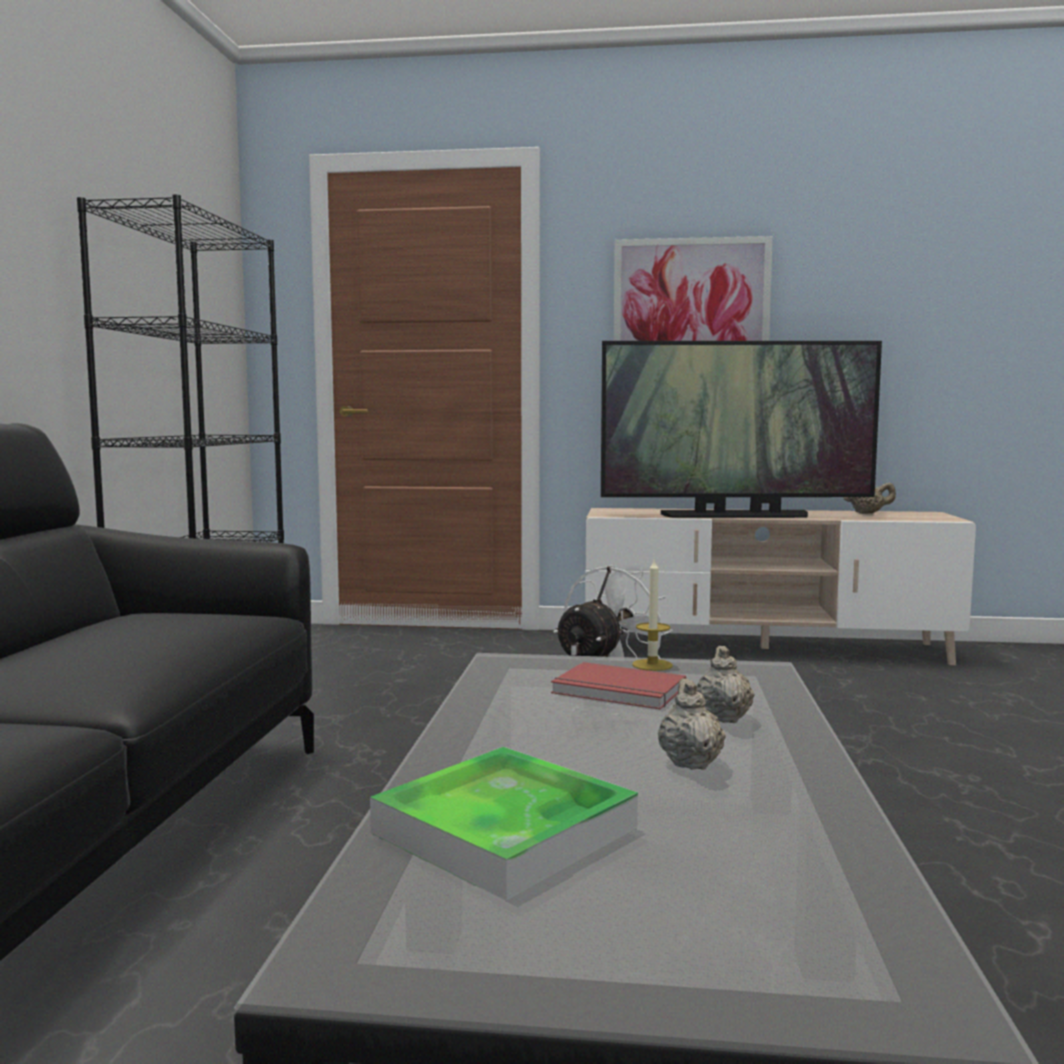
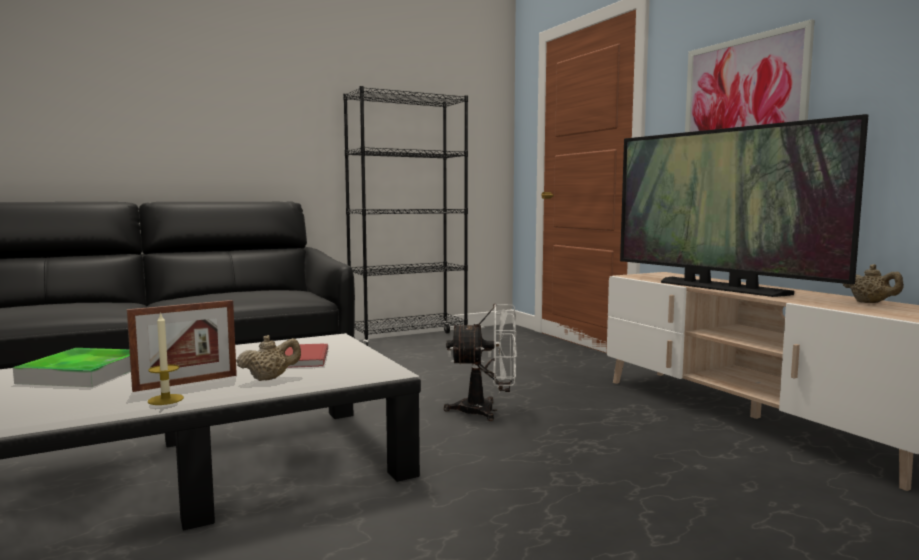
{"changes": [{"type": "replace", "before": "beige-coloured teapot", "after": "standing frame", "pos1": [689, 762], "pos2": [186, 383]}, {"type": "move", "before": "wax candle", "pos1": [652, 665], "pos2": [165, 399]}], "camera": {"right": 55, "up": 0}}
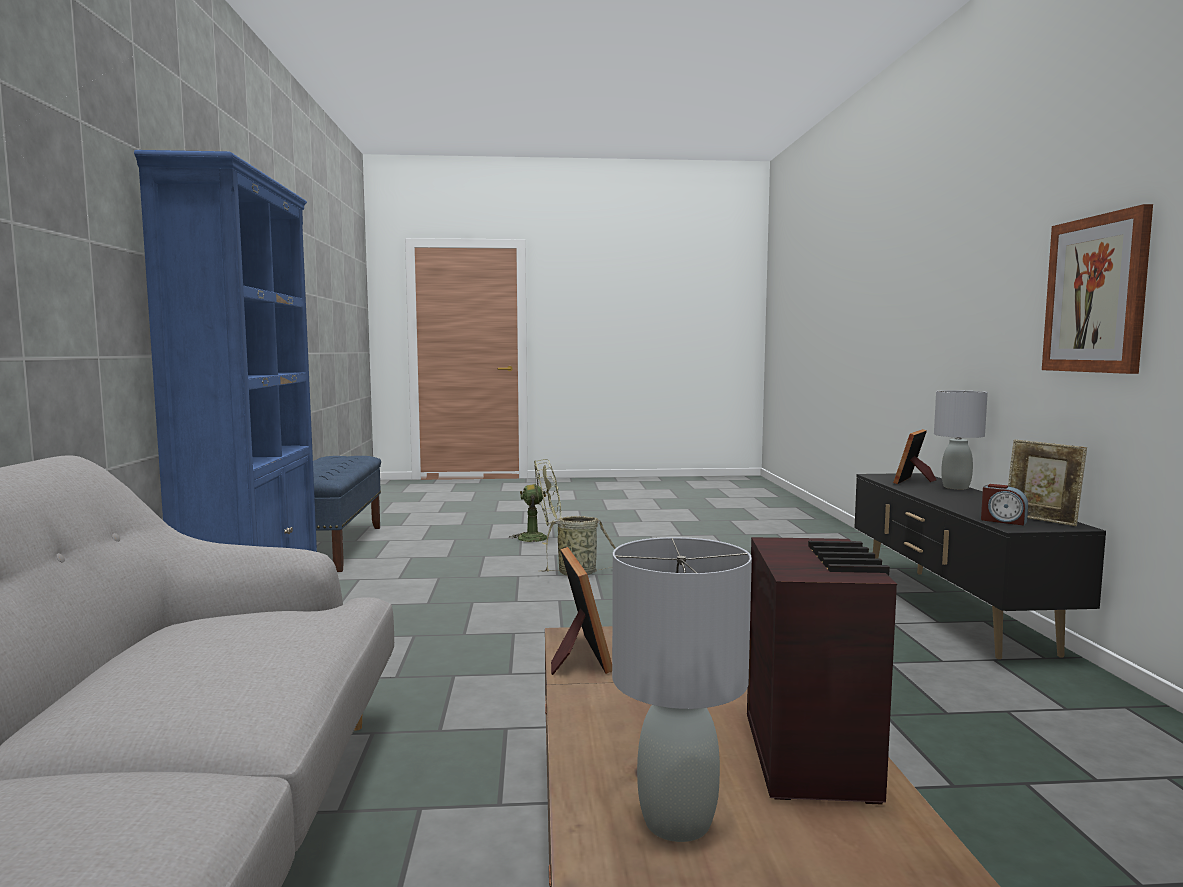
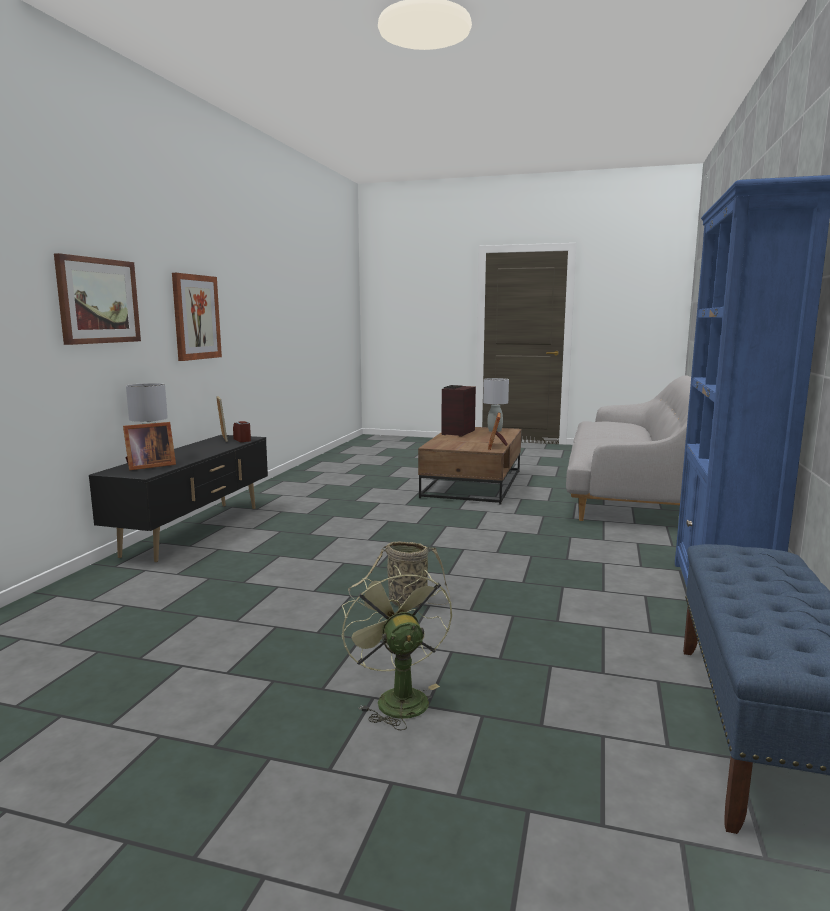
{"changes": [{"type": "insert", "after": "wall picture", "pos2": [98, 301]}, {"type": "rotate", "before": "green-coloured cooling fan", "pos1": [540, 538], "pos2": [397, 698], "turn": 60}], "camera": {"right": -160, "up": 5}}
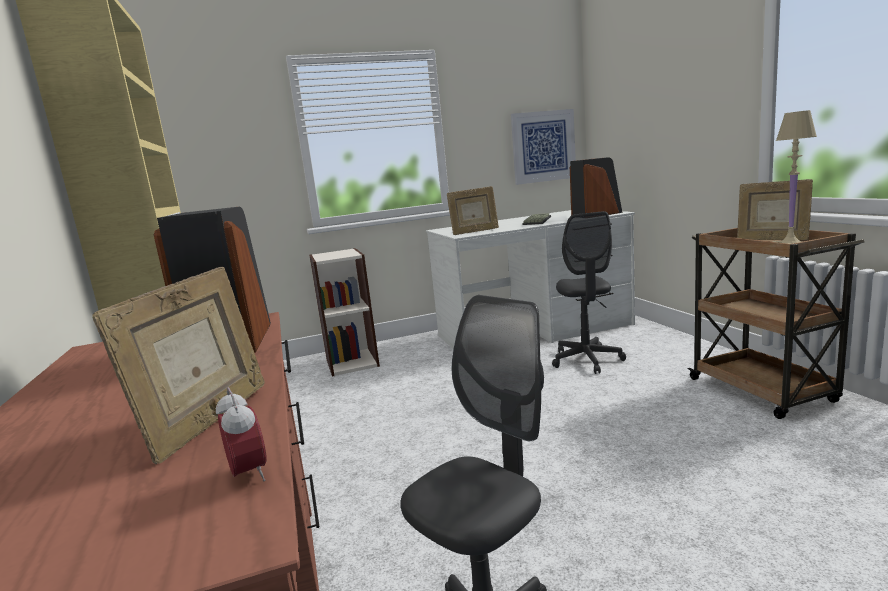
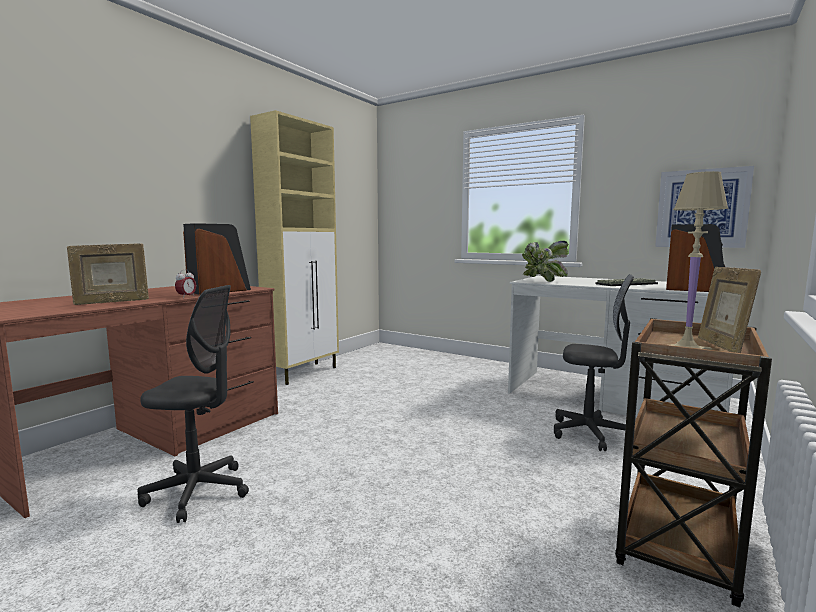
{"changes": [{"type": "move", "before": "bedside clock", "pos1": [249, 474], "pos2": [186, 297]}, {"type": "replace", "before": "standing frame", "after": "potted plant", "pos1": [474, 232], "pos2": [542, 281]}, {"type": "rotate", "before": "gray office chair", "pos1": [586, 360], "pos2": [589, 433], "turn": -120}, {"type": "delete", "before": "bookcase", "pos1": [352, 362]}], "camera": {"right": 50, "up": -5}}
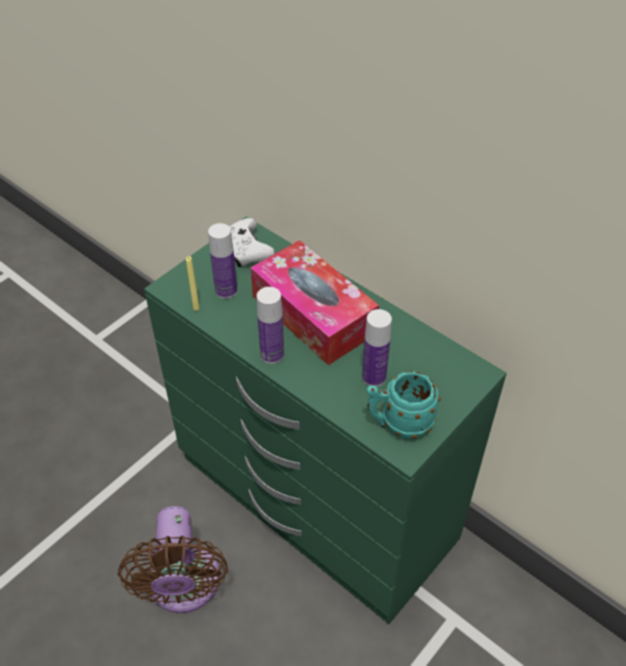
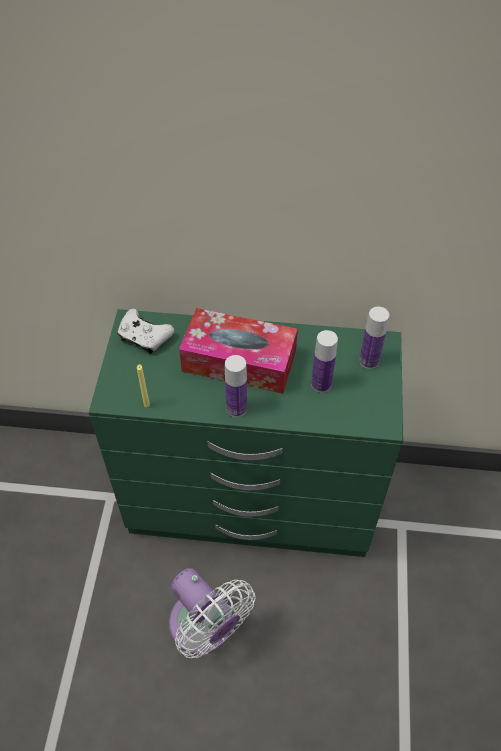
{"changes": [{"type": "recolor", "before": "brownish cooling fan", "after": "whitish cooling fan", "pos1": [184, 587], "pos2": [205, 628]}, {"type": "move", "before": "drink bottle", "pos1": [226, 290], "pos2": [369, 361]}, {"type": "delete", "before": "turquoise coffee mug", "pos1": [398, 424]}], "camera": {"right": -35, "up": 5}}
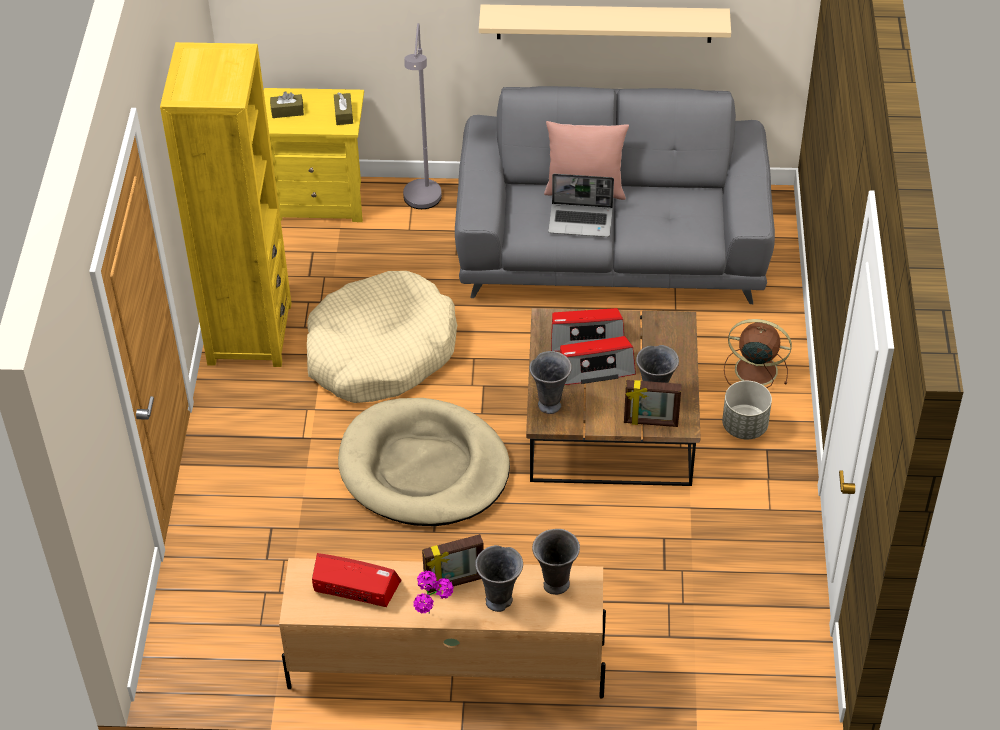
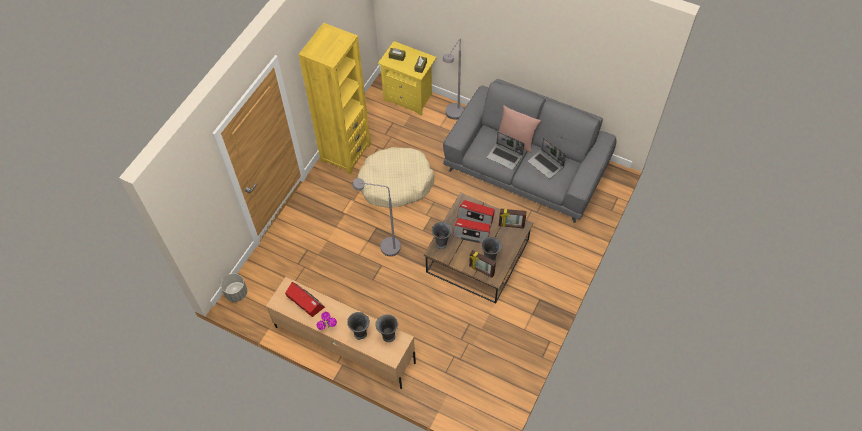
{"changes": [{"type": "move", "before": "gray planter", "pos1": [745, 426], "pos2": [236, 293]}, {"type": "replace", "before": "beige-coloured dog cushion", "after": "gray floor lamp", "pos1": [424, 468], "pos2": [384, 247]}, {"type": "move", "before": "standing frame", "pos1": [454, 583], "pos2": [511, 226]}, {"type": "insert", "after": "notebook computer", "pos2": [546, 164]}, {"type": "delete", "before": "beige-coloured wall shelf", "pos1": [604, 23]}, {"type": "delete", "before": "brownish cooling fan", "pos1": [754, 370]}], "camera": {"right": 25, "up": 10}}
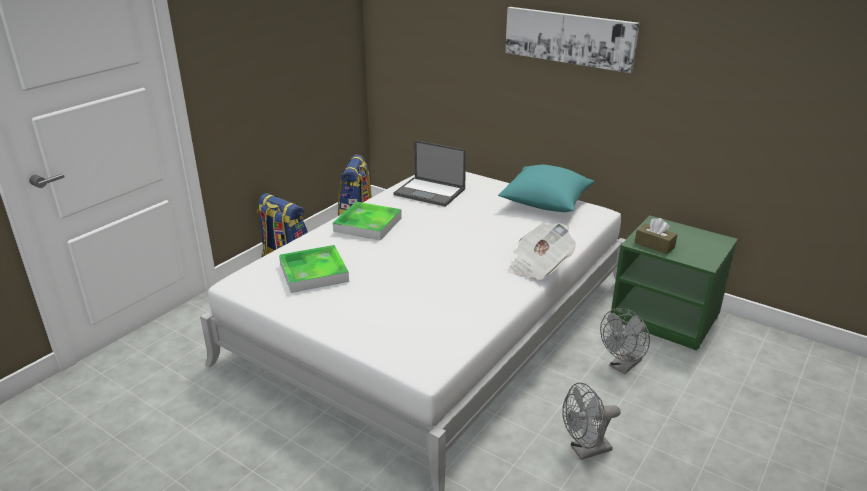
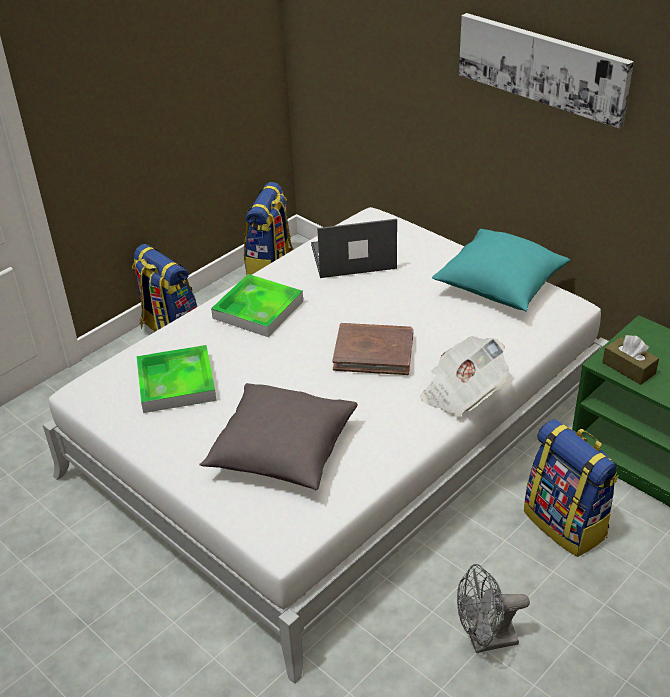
{"changes": [{"type": "insert", "after": "gray cushion", "pos2": [281, 452]}, {"type": "rotate", "before": "notebook computer", "pos1": [430, 192], "pos2": [352, 257], "turn": 135}, {"type": "insert", "after": "brownish book", "pos2": [373, 352]}, {"type": "replace", "before": "gray cooling fan", "after": "rucksack", "pos1": [622, 366], "pos2": [566, 523]}], "camera": {"right": 10, "up": 10}}
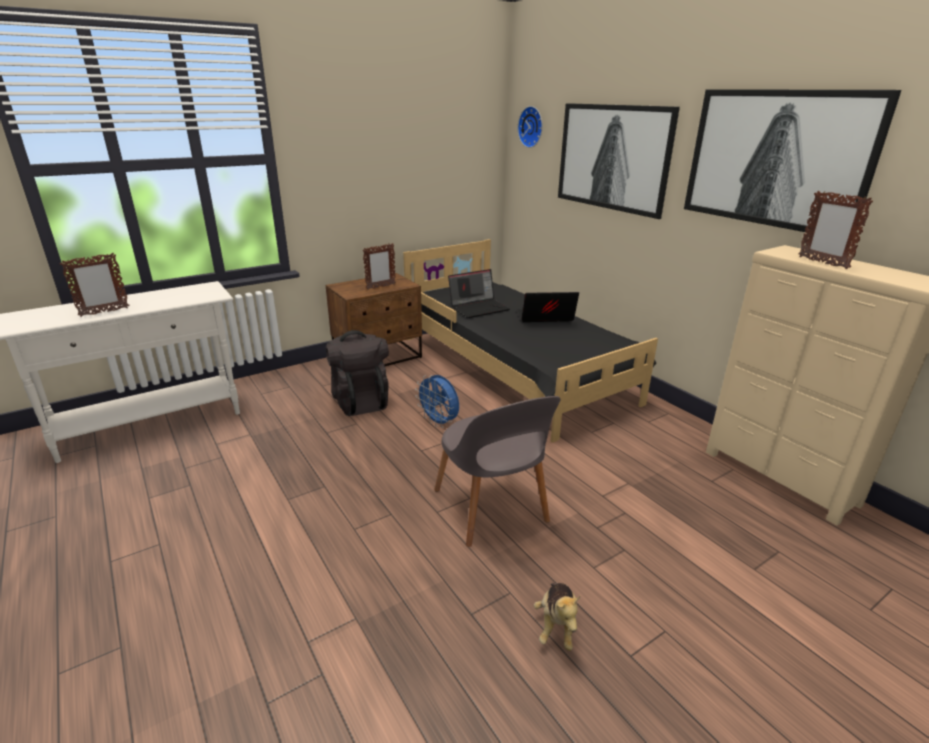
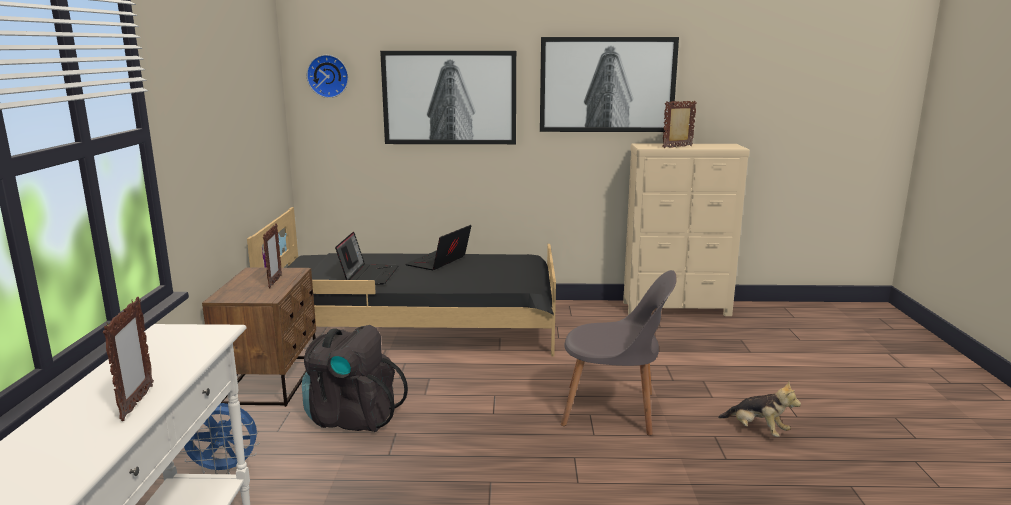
{"changes": [{"type": "move", "before": "bluish cooling fan", "pos1": [439, 422], "pos2": [225, 469]}, {"type": "rotate", "before": "standing frame", "pos1": [822, 263], "pos2": [678, 147], "turn": 150}], "camera": {"right": -55, "up": -10}}
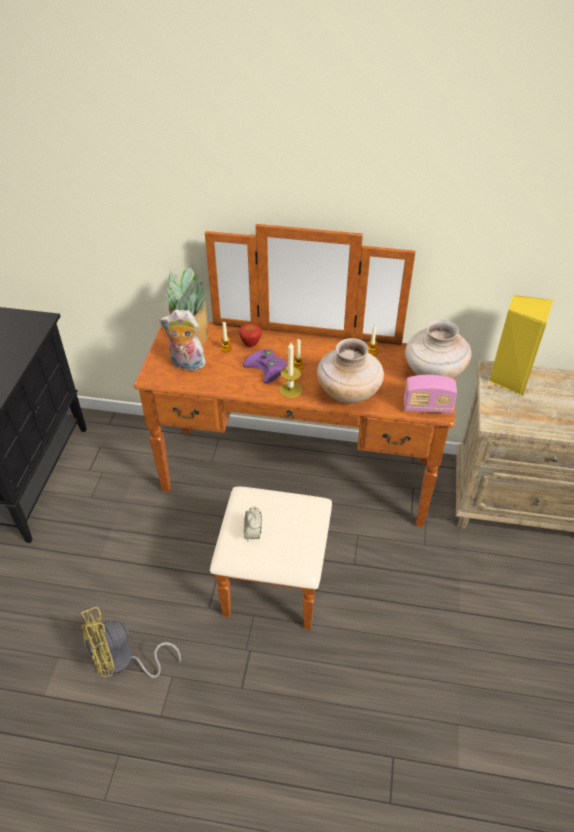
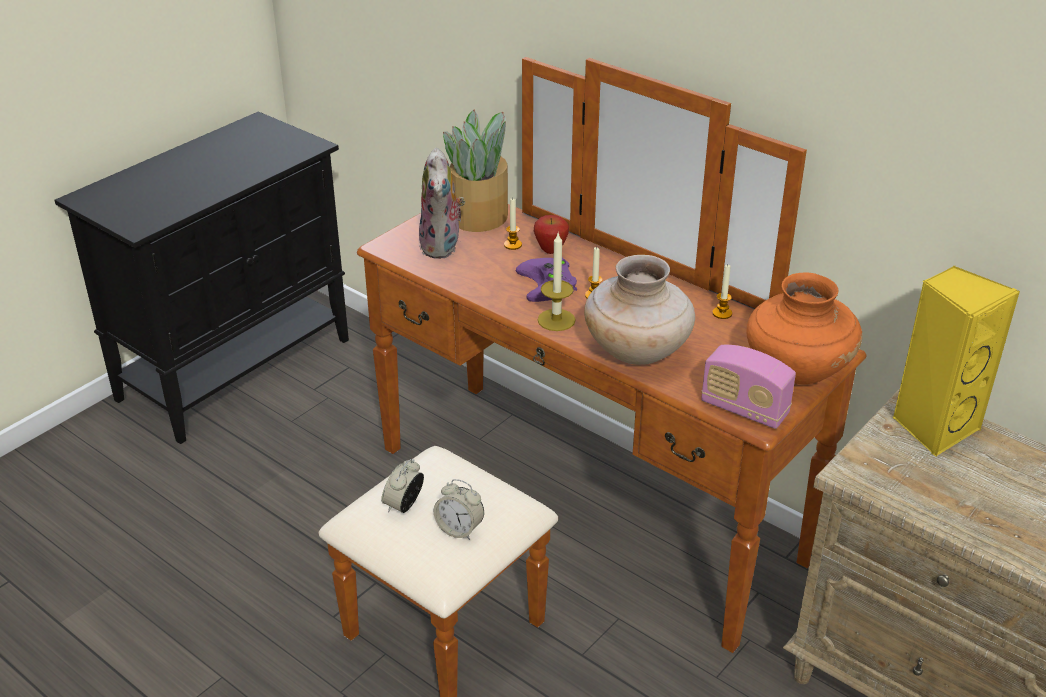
{"changes": [{"type": "rotate", "before": "soft toy", "pos1": [186, 364], "pos2": [443, 247], "turn": -135}, {"type": "insert", "after": "bedside clock", "pos2": [459, 529]}, {"type": "recolor", "before": "beige-coloured decorative vase", "after": "orange decorative vase", "pos1": [433, 373], "pos2": [796, 370]}, {"type": "delete", "before": "yellow cooling fan", "pos1": [122, 661]}], "camera": {"right": 30, "up": -10}}
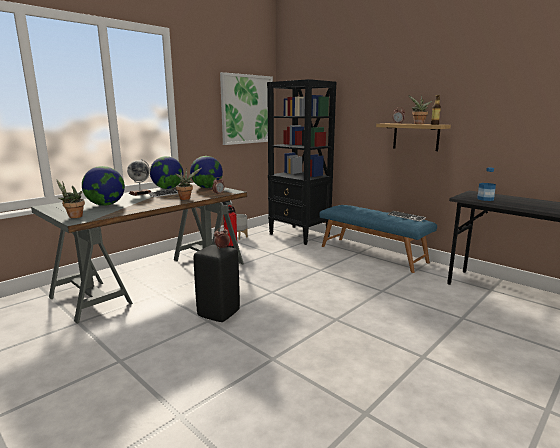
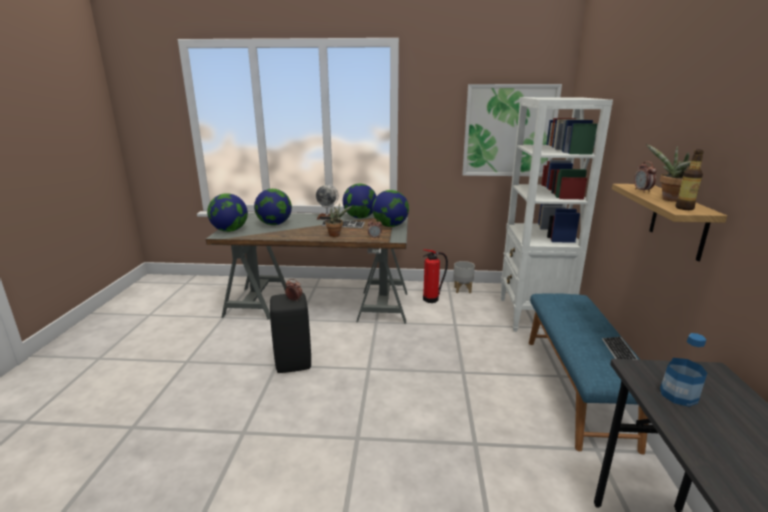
{"changes": [{"type": "replace", "before": "potted plant", "after": "desk globe", "pos1": [73, 216], "pos2": [230, 230]}, {"type": "recolor", "before": "blackish bookcase", "after": "whitish bookcase", "pos1": [299, 235], "pos2": [532, 315]}], "camera": {"right": 50, "up": 5}}
